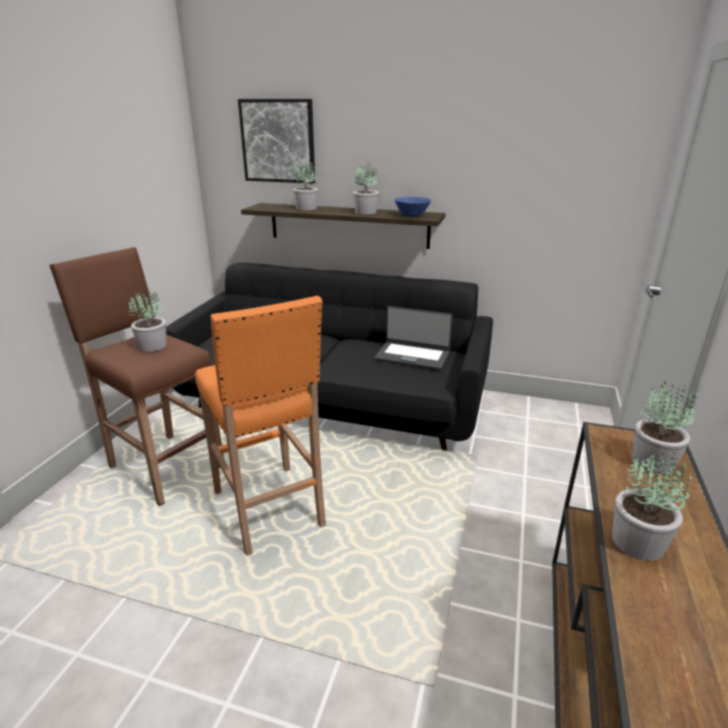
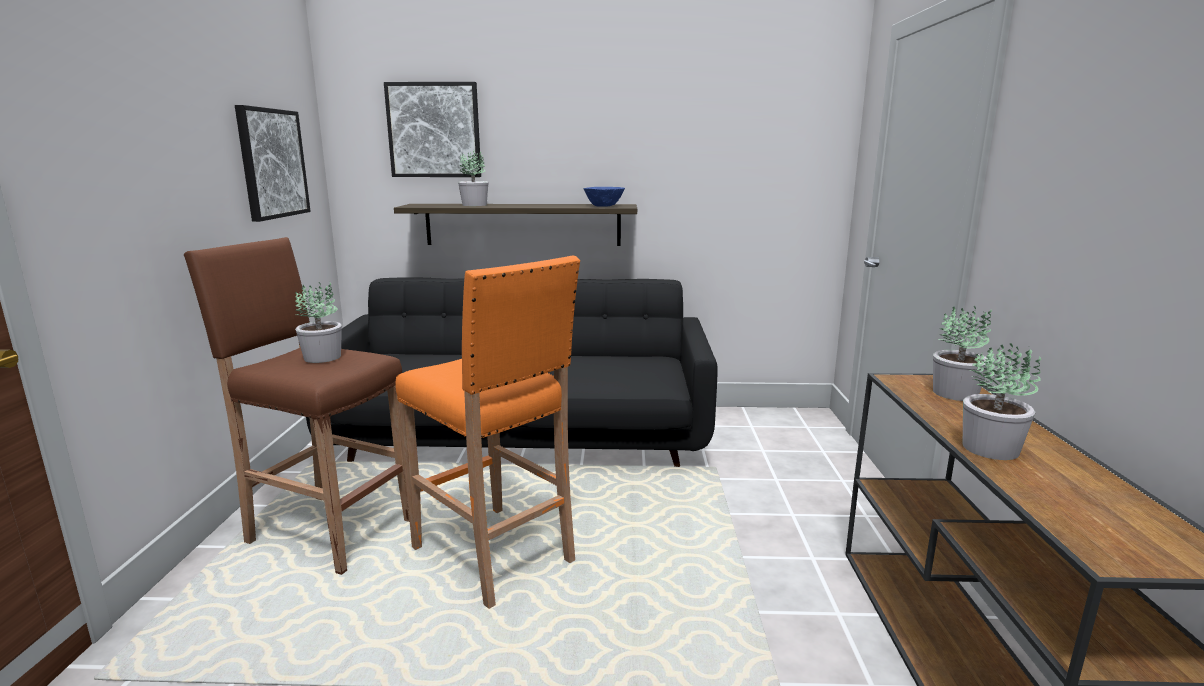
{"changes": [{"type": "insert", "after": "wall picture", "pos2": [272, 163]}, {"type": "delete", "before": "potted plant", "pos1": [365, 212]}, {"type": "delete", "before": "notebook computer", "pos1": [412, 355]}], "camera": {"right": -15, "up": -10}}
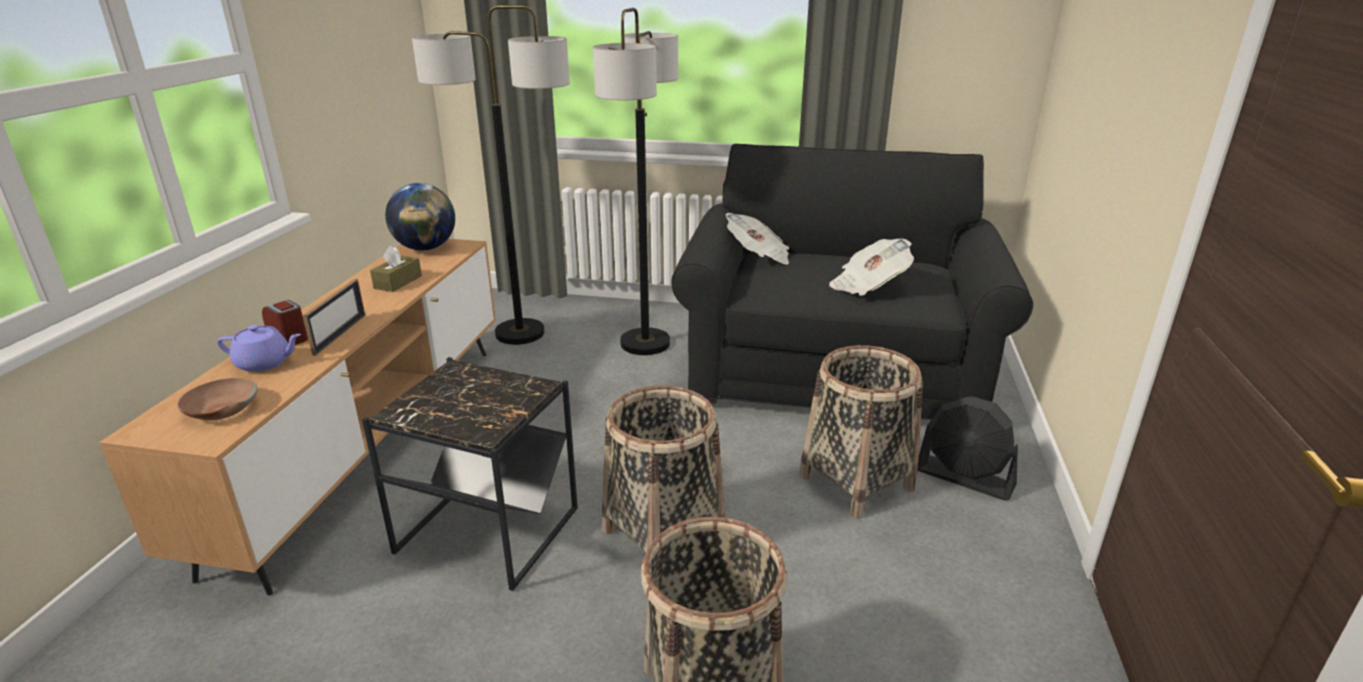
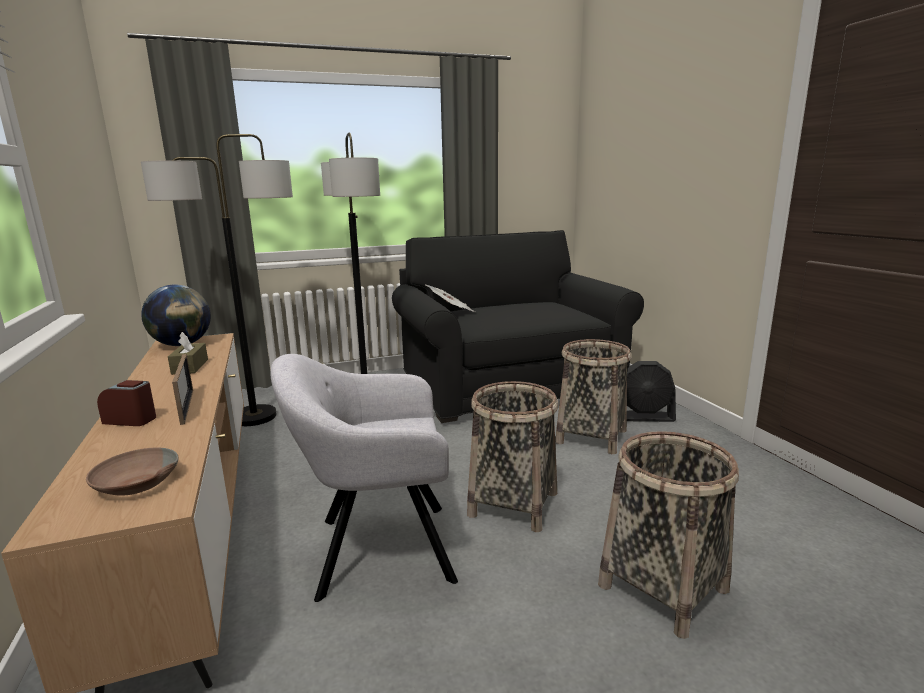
{"changes": [{"type": "replace", "before": "blackish accent table", "after": "gray armchair", "pos1": [487, 530], "pos2": [377, 549]}, {"type": "delete", "before": "purple teapot", "pos1": [265, 363]}, {"type": "delete", "before": "newspaper", "pos1": [868, 286]}], "camera": {"right": -30, "up": -10}}
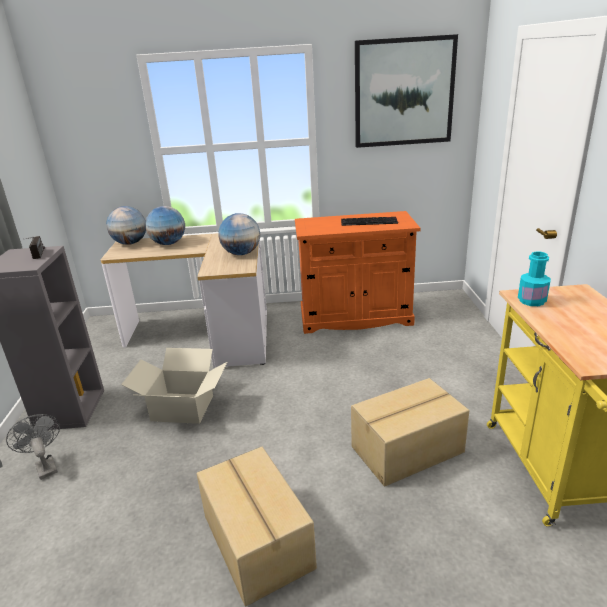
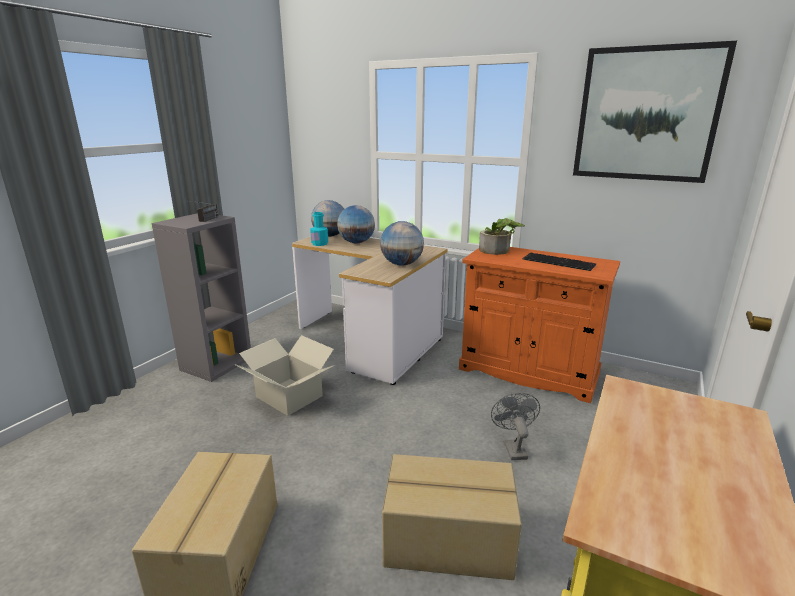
{"changes": [{"type": "move", "before": "turquoise drink bottle", "pos1": [531, 301], "pos2": [319, 244]}, {"type": "insert", "after": "potted plant", "pos2": [498, 251]}, {"type": "move", "before": "gray cooling fan", "pos1": [45, 466], "pos2": [513, 447]}], "camera": {"right": 30, "up": -5}}
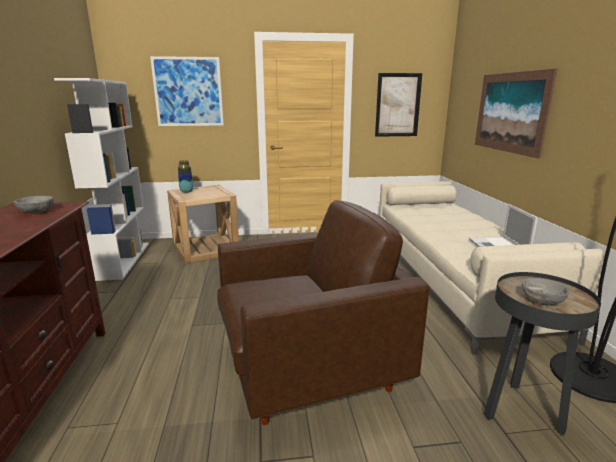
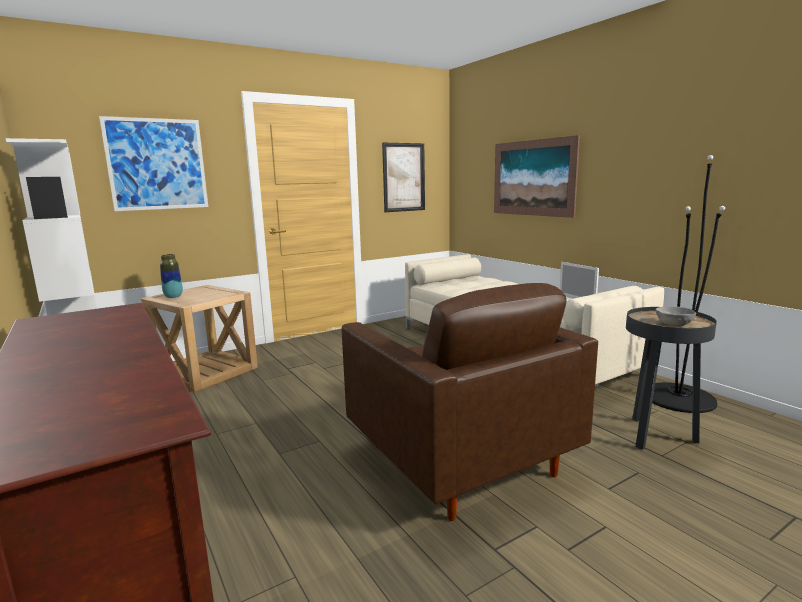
{"changes": [{"type": "rotate", "before": "brownish armchair", "pos1": [308, 370], "pos2": [458, 458], "turn": 105}, {"type": "delete", "before": "gray deep dish", "pos1": [36, 212]}], "camera": {"right": -25, "up": -5}}
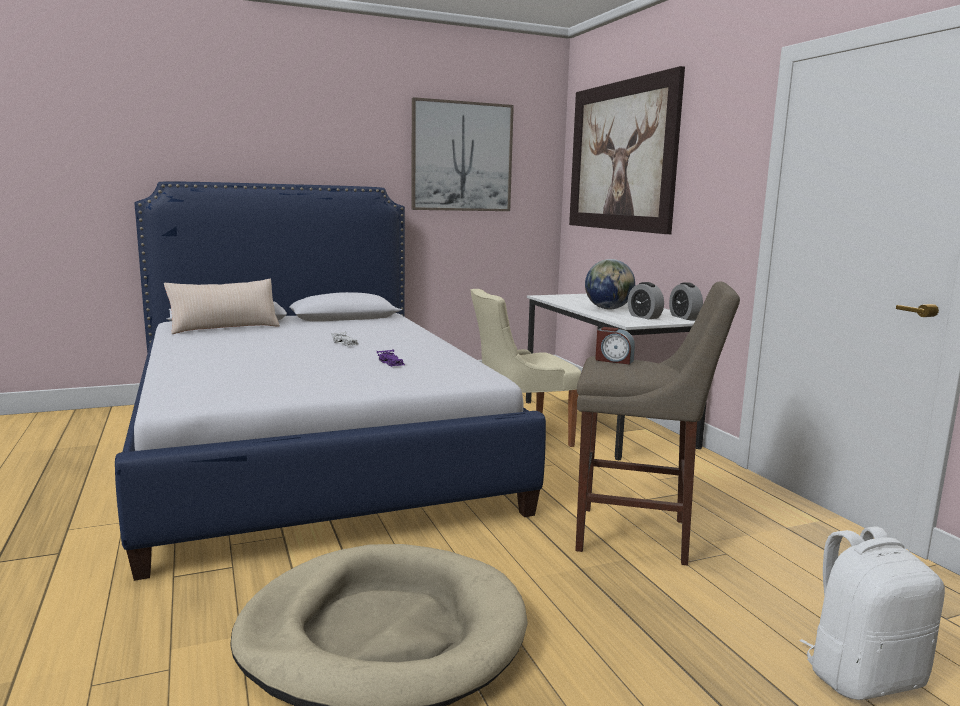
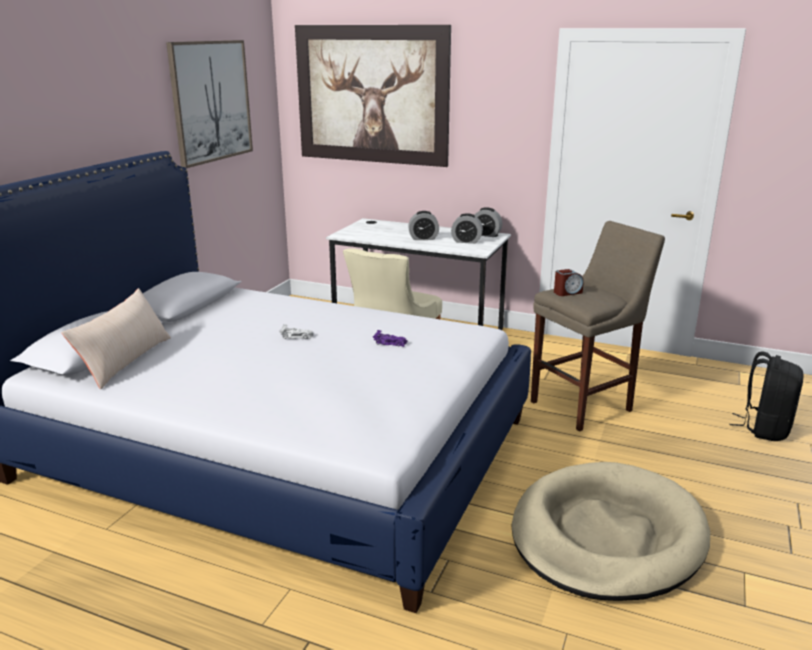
{"changes": [{"type": "replace", "before": "desk globe", "after": "bedside clock", "pos1": [608, 309], "pos2": [423, 238]}, {"type": "recolor", "before": "whitish rucksack", "after": "blackish rucksack", "pos1": [862, 676], "pos2": [764, 428]}], "camera": {"right": -45, "up": 10}}
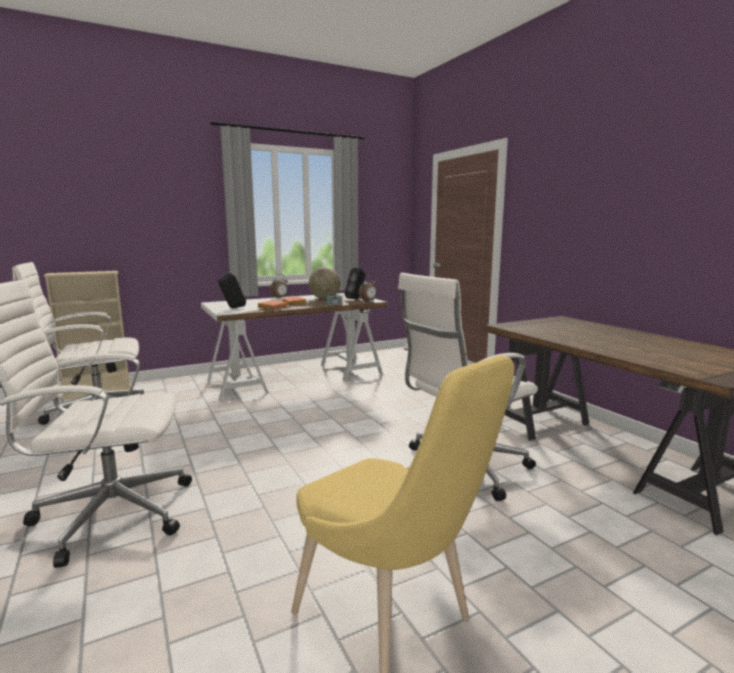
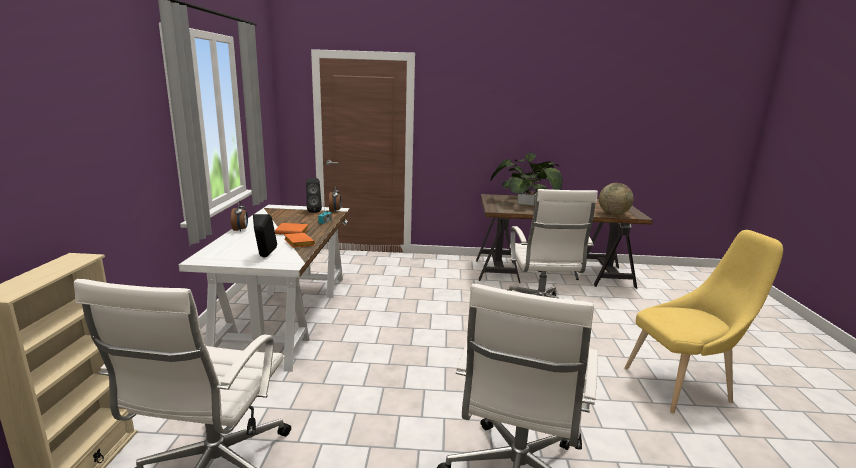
{"changes": [{"type": "insert", "after": "potted plant", "pos2": [526, 203]}, {"type": "move", "before": "desk globe", "pos1": [325, 298], "pos2": [613, 214]}], "camera": {"right": -60, "up": 5}}
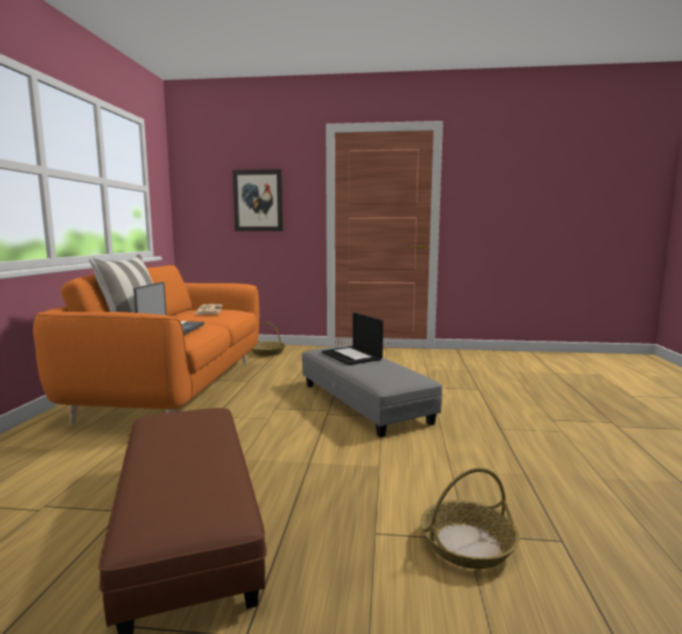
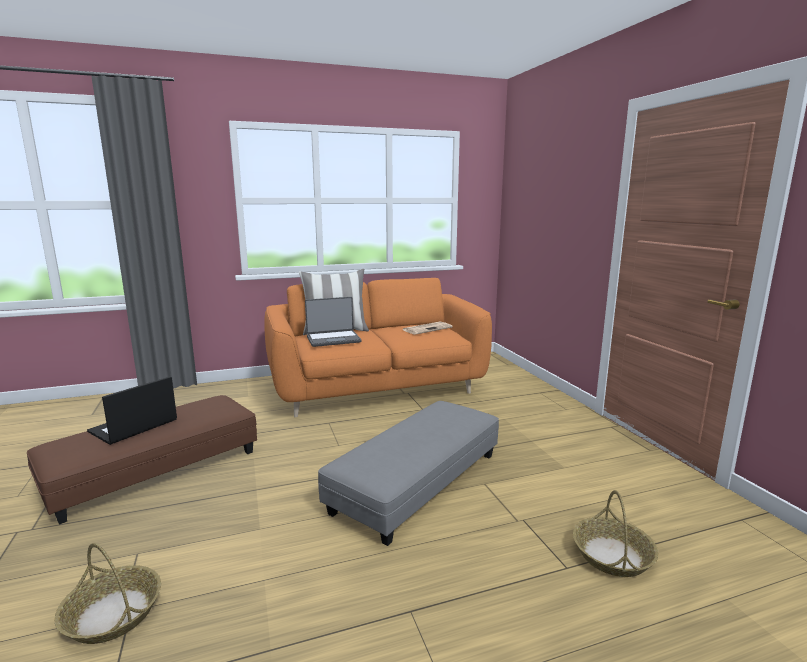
{"changes": [{"type": "move", "before": "notebook computer", "pos1": [352, 356], "pos2": [133, 426]}, {"type": "move", "before": "storage basket", "pos1": [267, 352], "pos2": [612, 556]}, {"type": "delete", "before": "wall picture", "pos1": [258, 200]}], "camera": {"right": 65, "up": 5}}
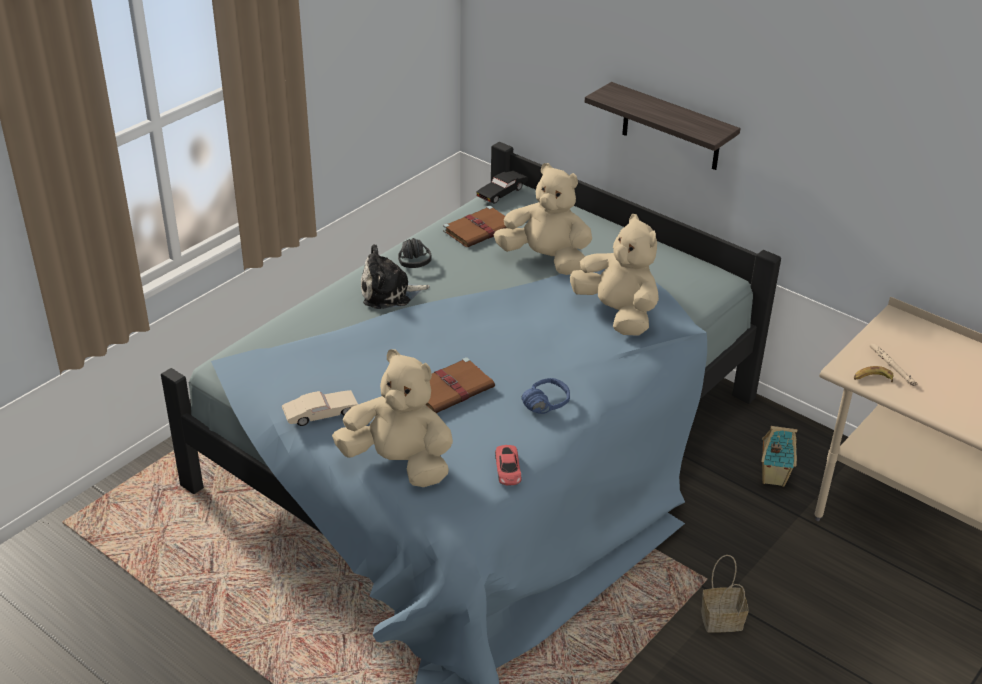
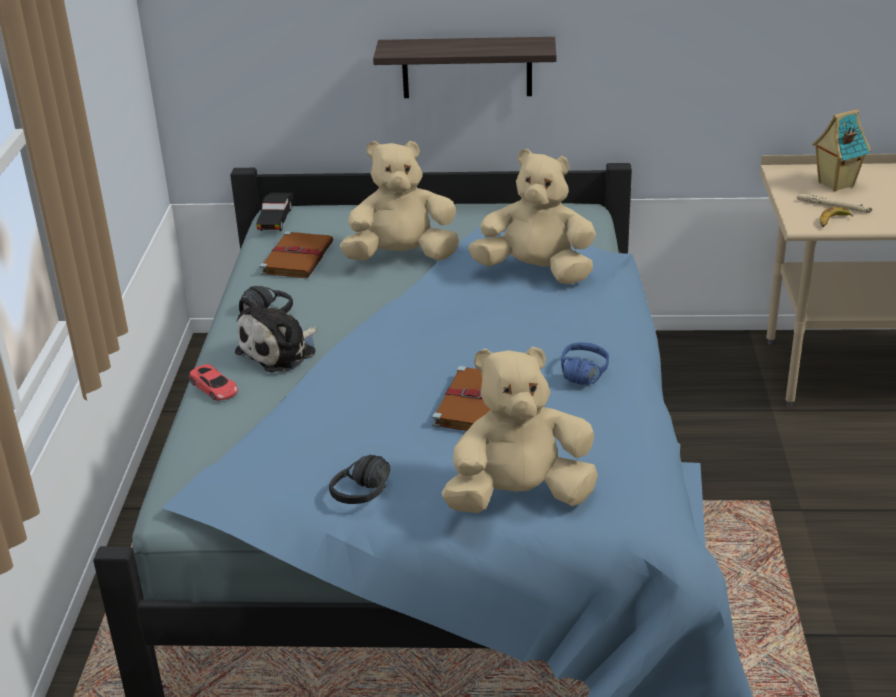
{"changes": [{"type": "move", "before": "red-coloured toy car", "pos1": [508, 469], "pos2": [214, 387]}, {"type": "replace", "before": "beige-coloured toy car", "after": "blackish pair of headphones", "pos1": [320, 415], "pos2": [371, 495]}, {"type": "move", "before": "miniature house", "pos1": [772, 477], "pos2": [834, 184]}, {"type": "delete", "before": "storage basket", "pos1": [720, 621]}], "camera": {"right": -35, "up": -5}}
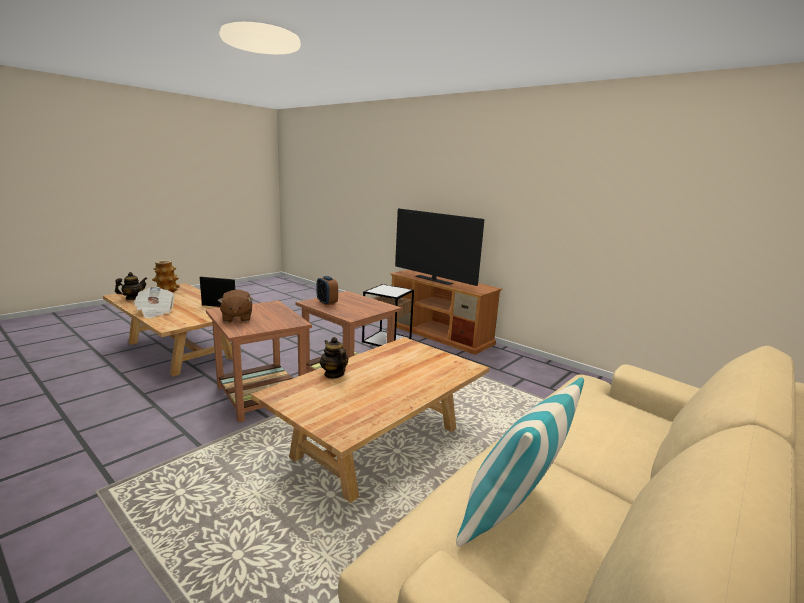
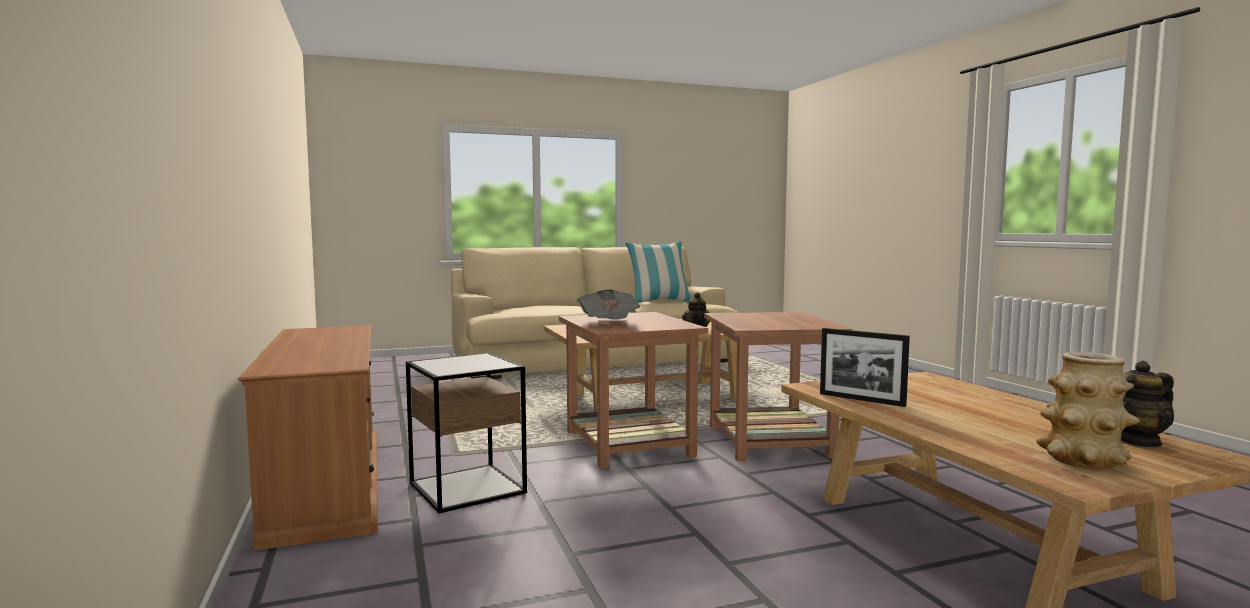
{"changes": [{"type": "move", "before": "newspaper", "pos1": [155, 312], "pos2": [609, 323]}, {"type": "delete", "before": "brownish soft toy", "pos1": [236, 318]}, {"type": "delete", "before": "bedside clock", "pos1": [327, 303]}, {"type": "delete", "before": "television", "pos1": [433, 280]}], "camera": {"right": -150, "up": -10}}
